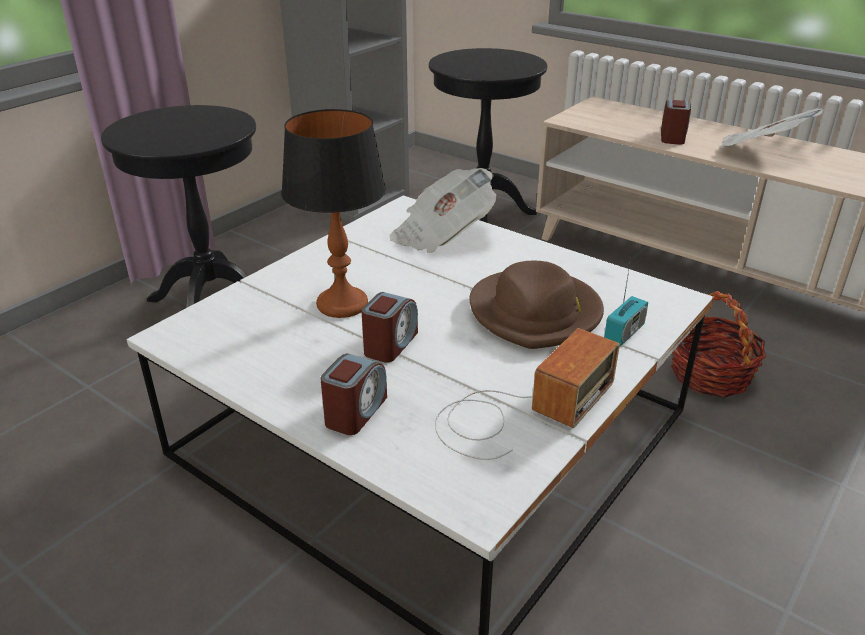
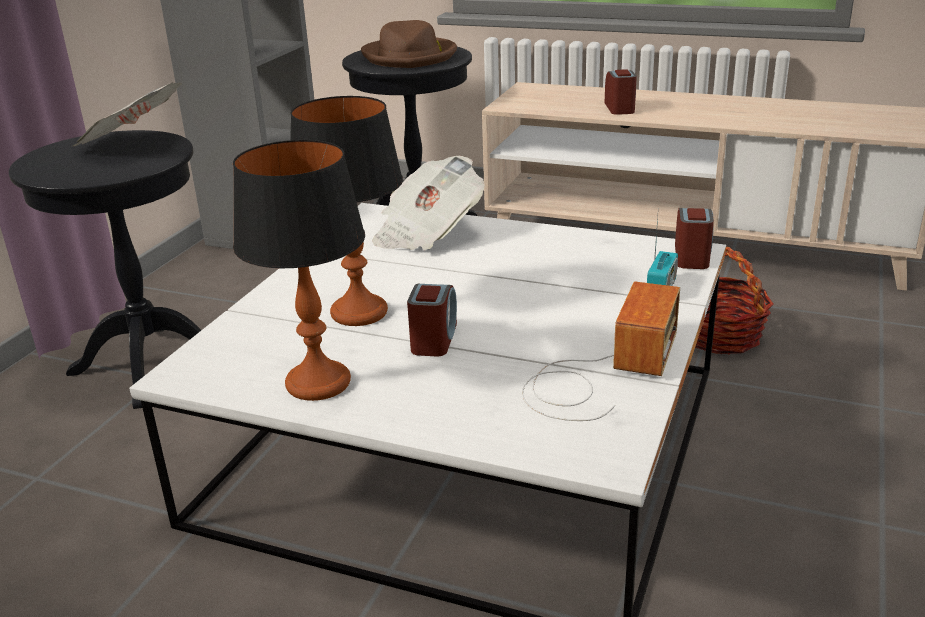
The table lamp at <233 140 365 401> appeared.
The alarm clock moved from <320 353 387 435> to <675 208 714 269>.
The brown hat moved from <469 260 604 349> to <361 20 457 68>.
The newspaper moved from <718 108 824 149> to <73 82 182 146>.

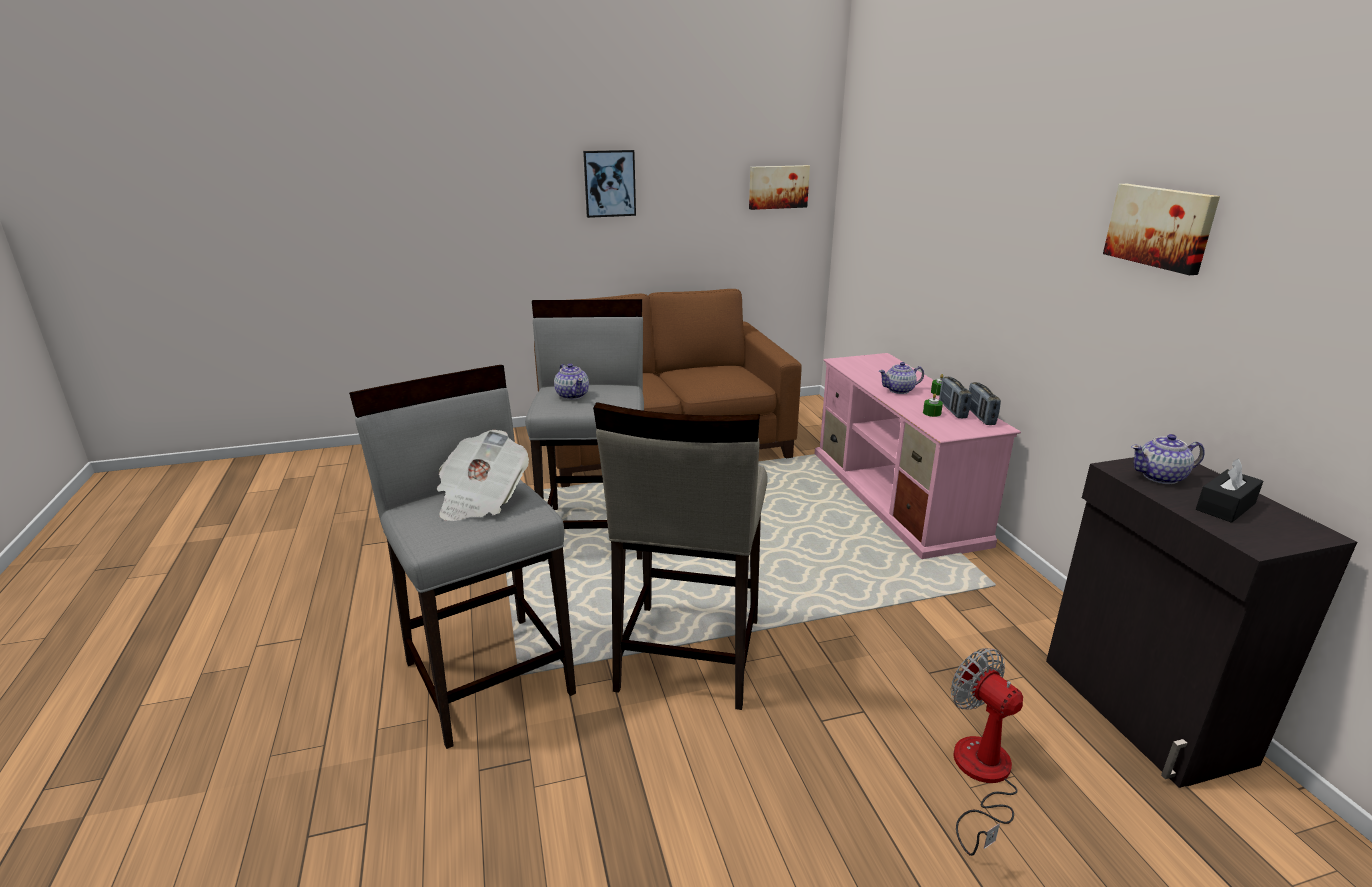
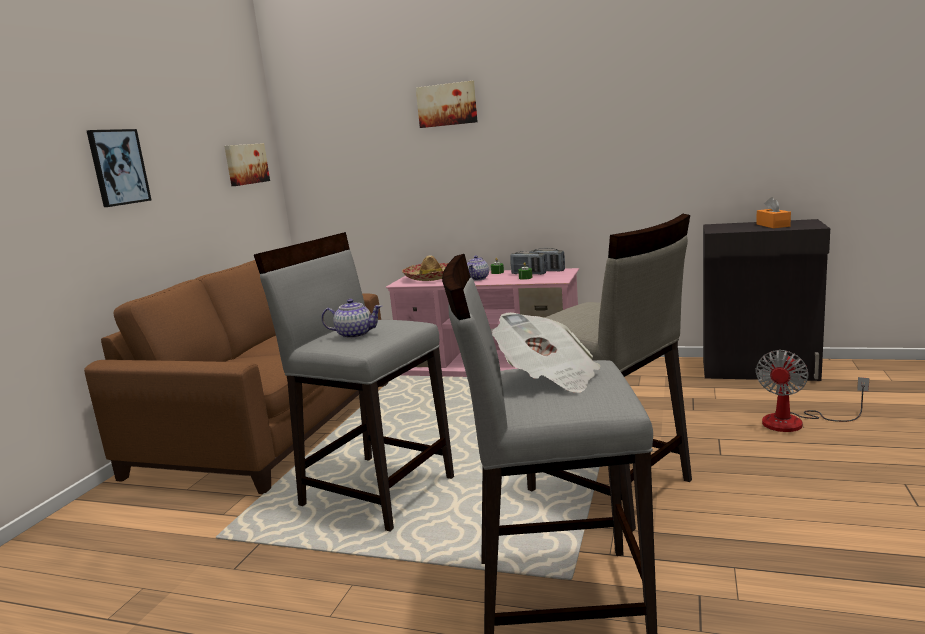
The teapot at <1131 434 1205 484> disappeared.
The hat at <402 255 448 281> appeared.
The picture moved from <1103 184 1220 275> to <416 81 478 128>.
The black tissue box at <1196 458 1263 523> became the orange tissue box at <756 197 791 228>.
The fan at <951 648 1023 856> turned 60 degrees counterclockwise.

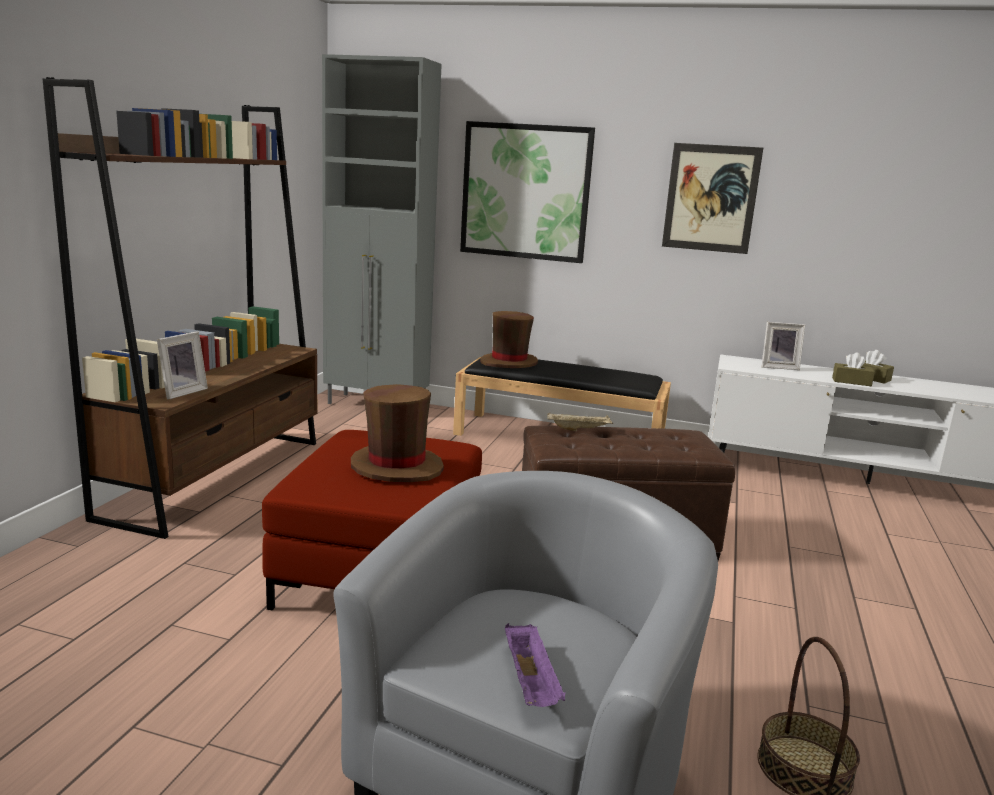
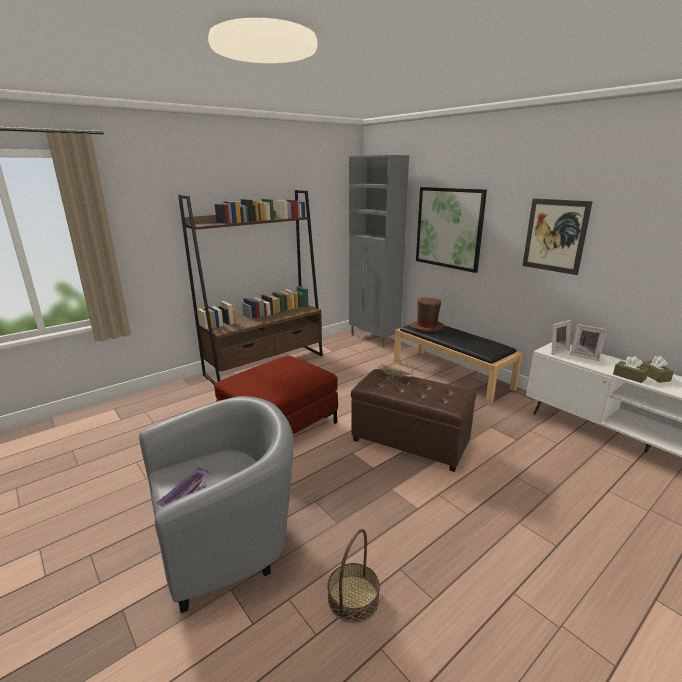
The brown hat at <351 384 444 482> disappeared.
The picture frame moved from <157 331 208 400> to <551 320 571 355>.

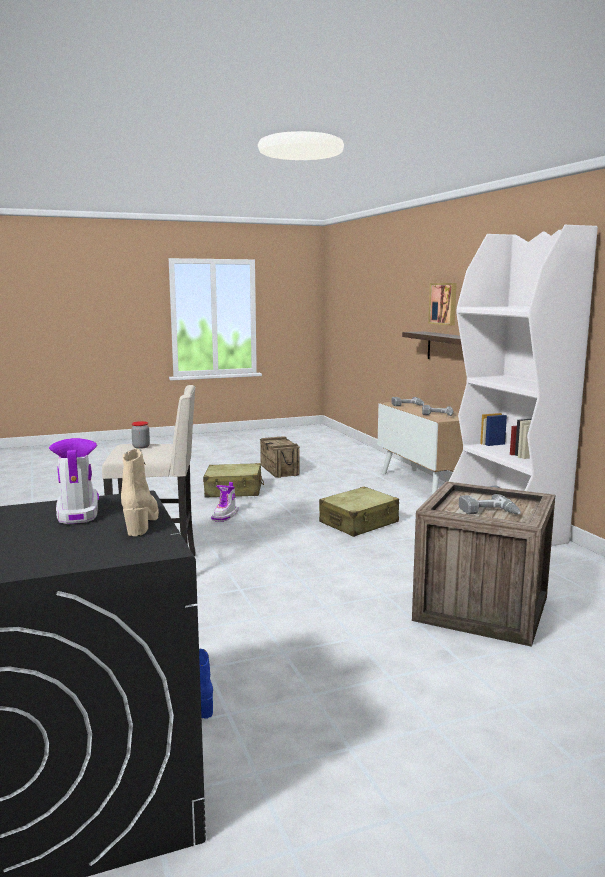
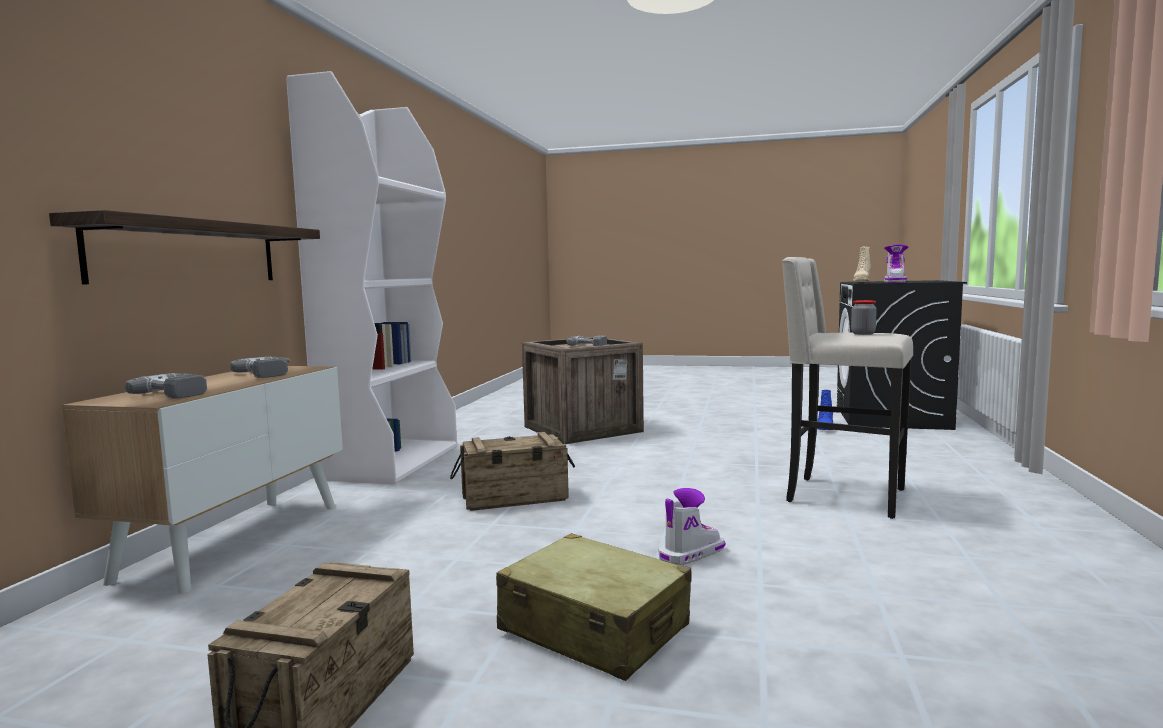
The picture at <428 283 457 326> disappeared.
The beige suitcase at <319 487 399 537> was replaced by the crate at <450 432 575 511>.

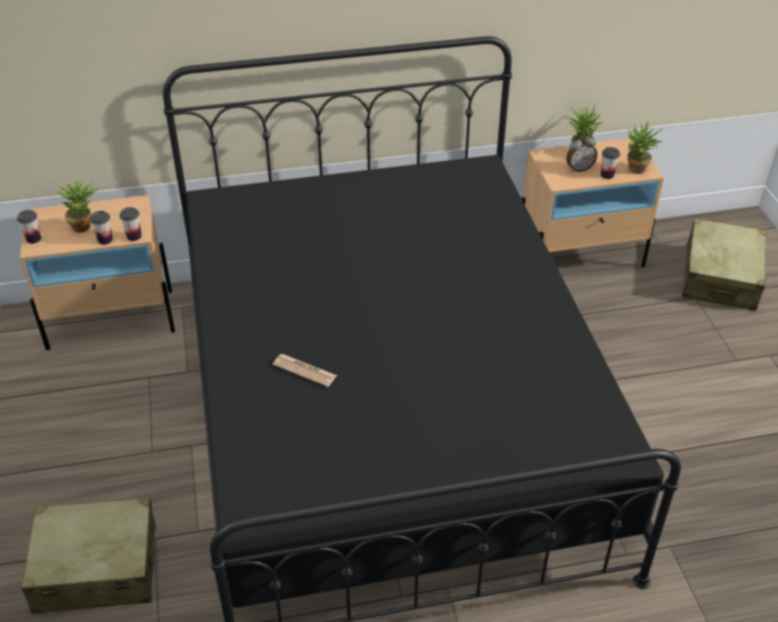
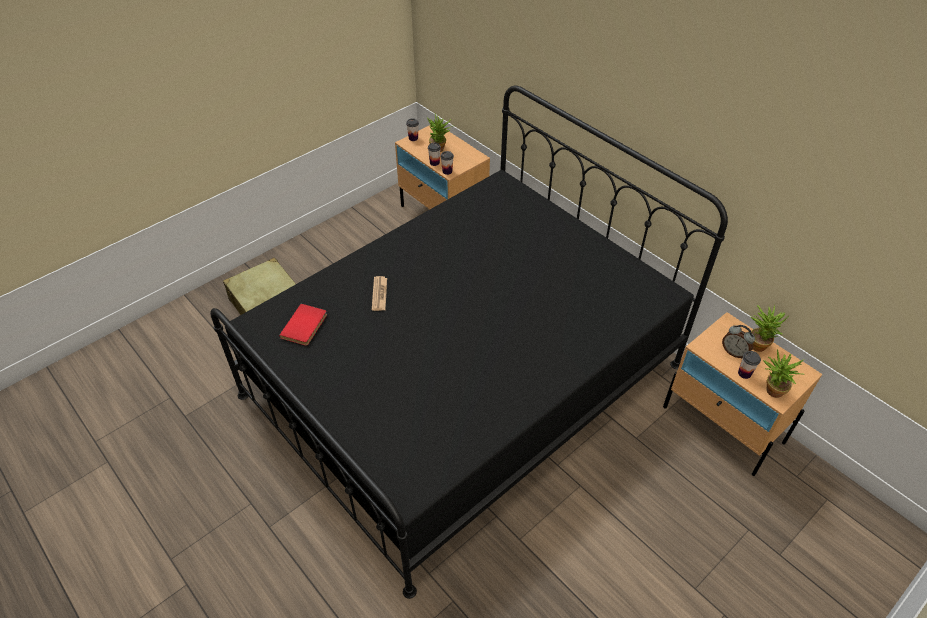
The beige suitcase at <682 218 767 311> disappeared.
The red book at <279 304 327 346> appeared.

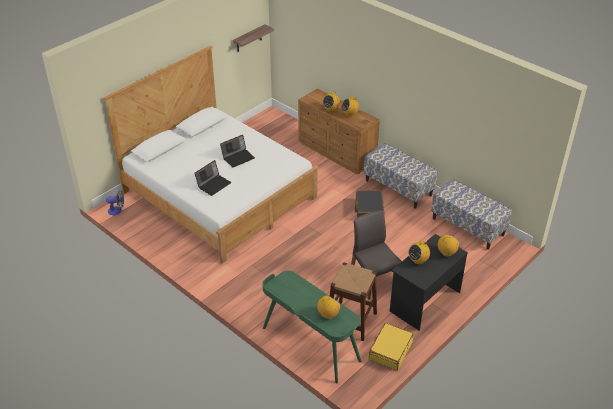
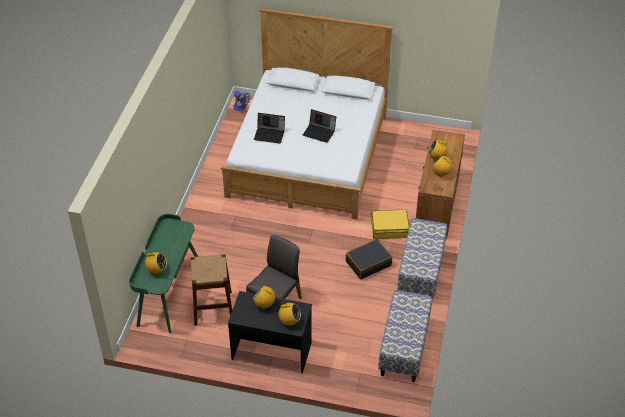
The shelf at <233 24 274 52> disappeared.
The yellow suitcase moved from <369 323 414 371> to <371 209 409 239>.

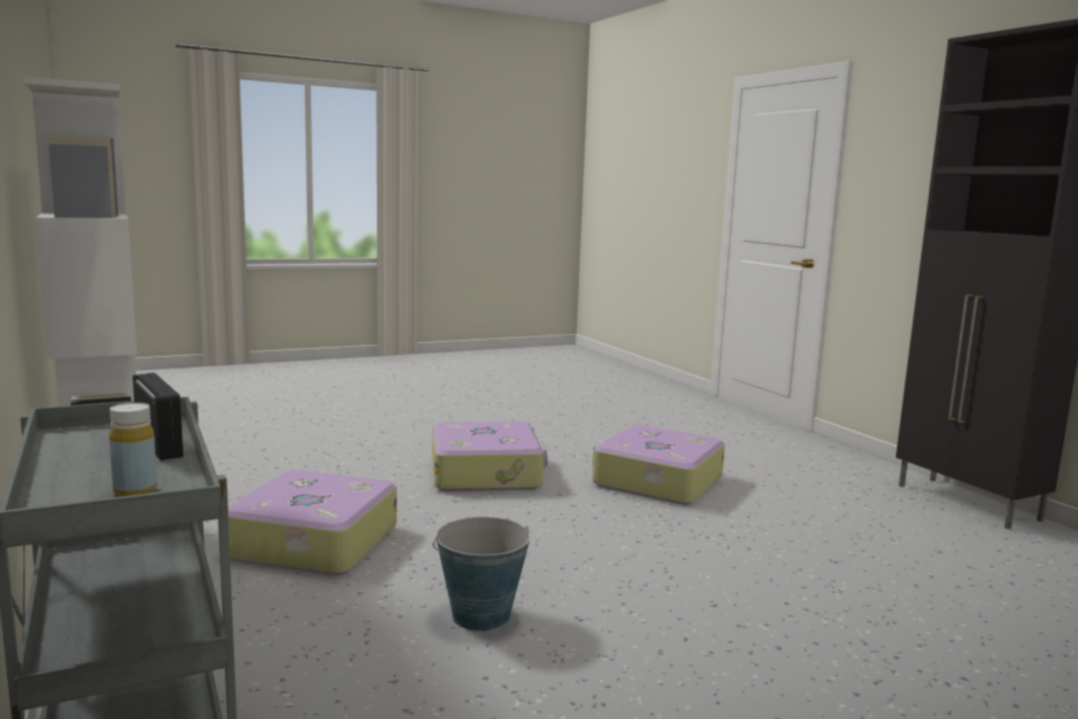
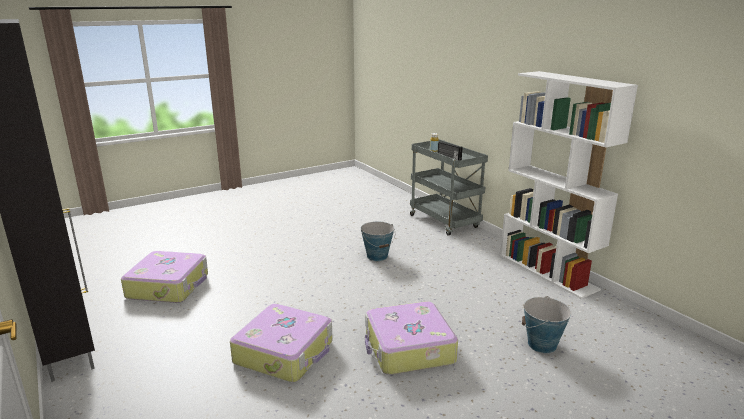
The bucket at <522 296 571 353> appeared.
The suitcase moved from <228 470 397 575> to <121 251 208 303>.

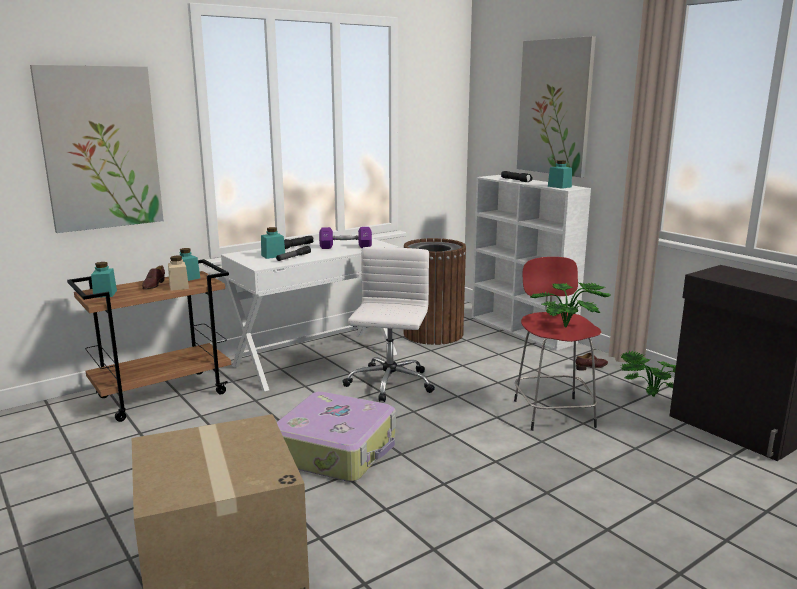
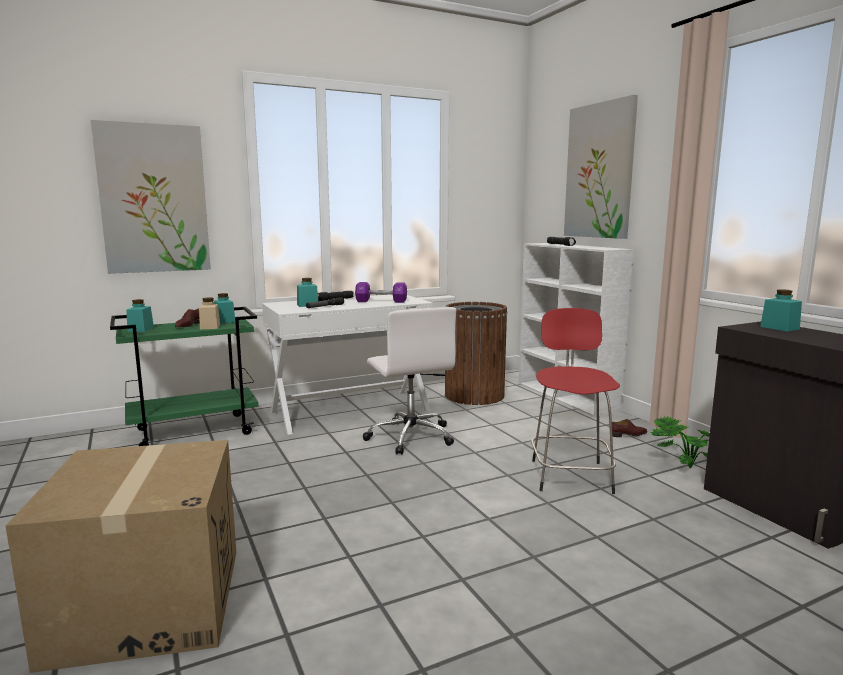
The suitcase at <277 391 396 482> disappeared.
The potted plant at <531 283 611 328> disappeared.
The turquoise jar moved from <548 160 572 189> to <760 289 802 331>.
The brown cart at <67 259 231 422> became the green cart at <110 307 259 446>.
The white office chair at <342 247 435 402> turned 135 degrees clockwise.

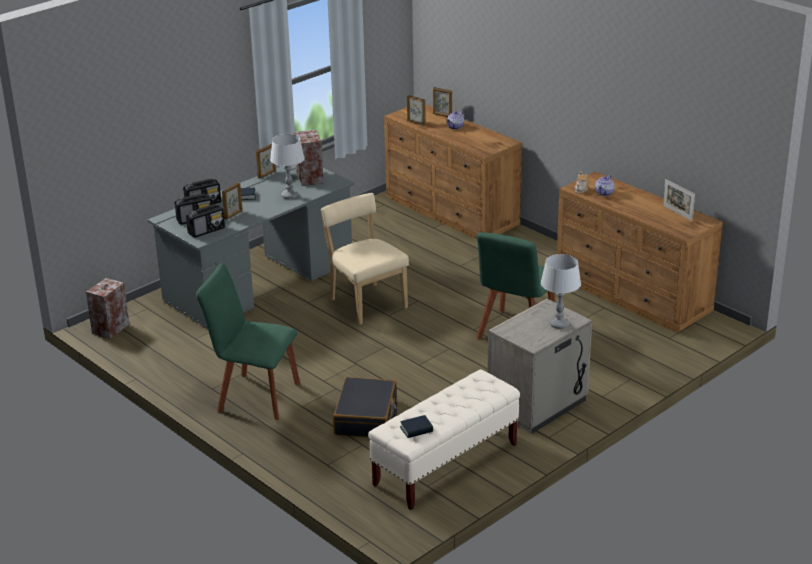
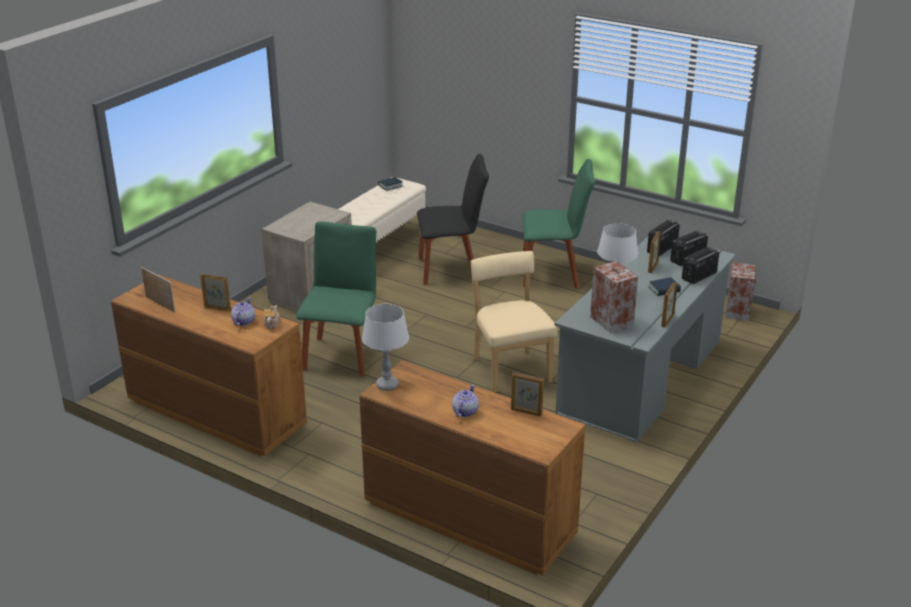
The picture frame moved from <433 87 452 117> to <200 274 231 312>.
The grey table lamp moved from <541 254 581 329> to <362 304 409 391>.
The black suitcase at <333 377 397 437> was replaced by the black chair at <417 154 489 285>.
The beige chair at <320 193 409 325> turned 150 degrees counterclockwise.

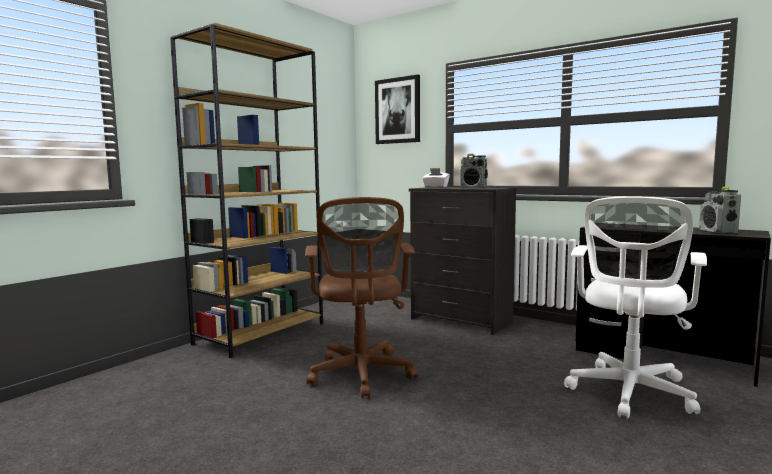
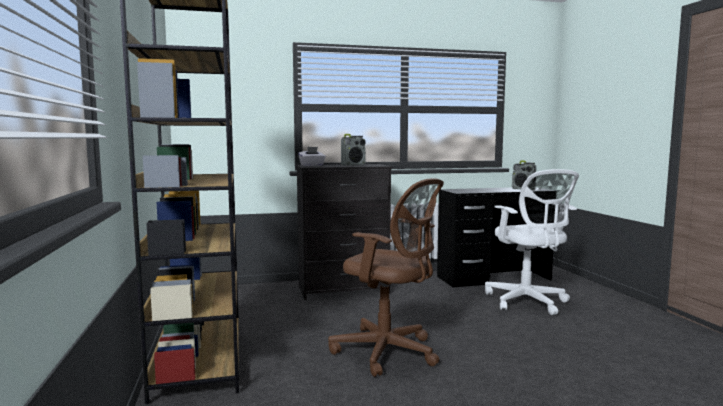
The picture at <375 75 420 144> disappeared.

